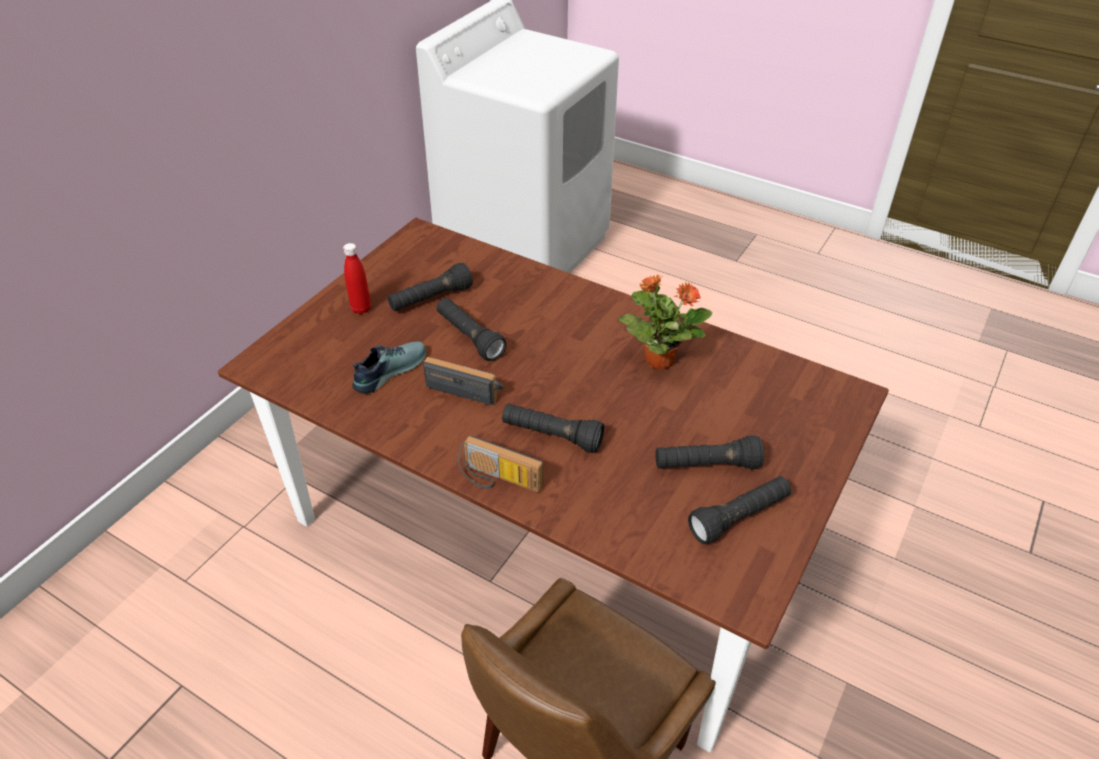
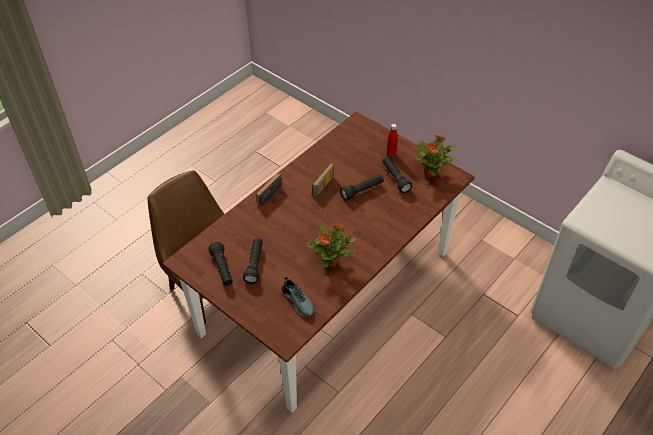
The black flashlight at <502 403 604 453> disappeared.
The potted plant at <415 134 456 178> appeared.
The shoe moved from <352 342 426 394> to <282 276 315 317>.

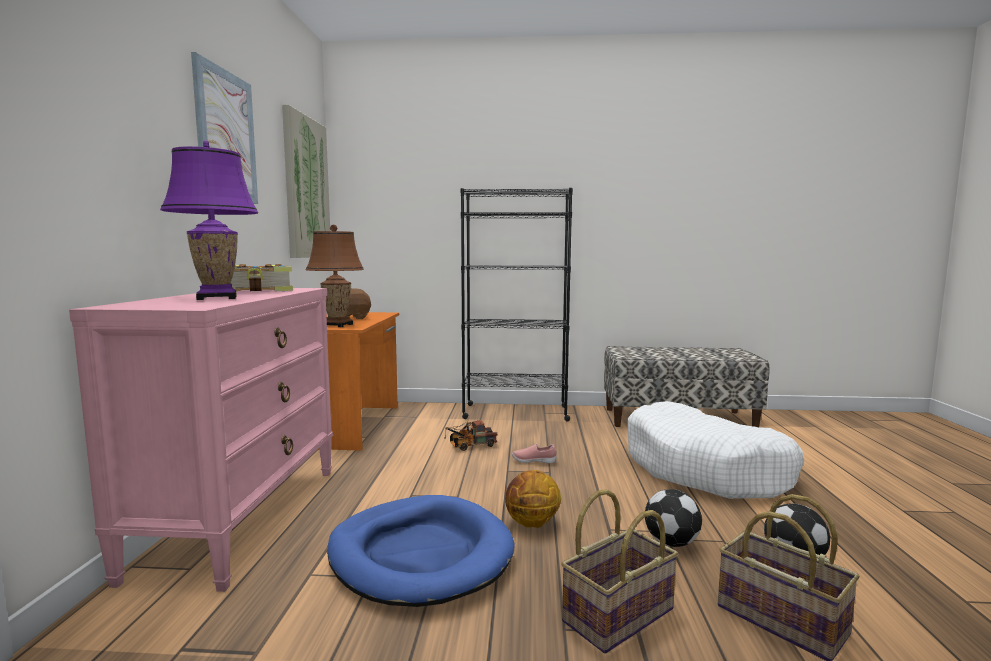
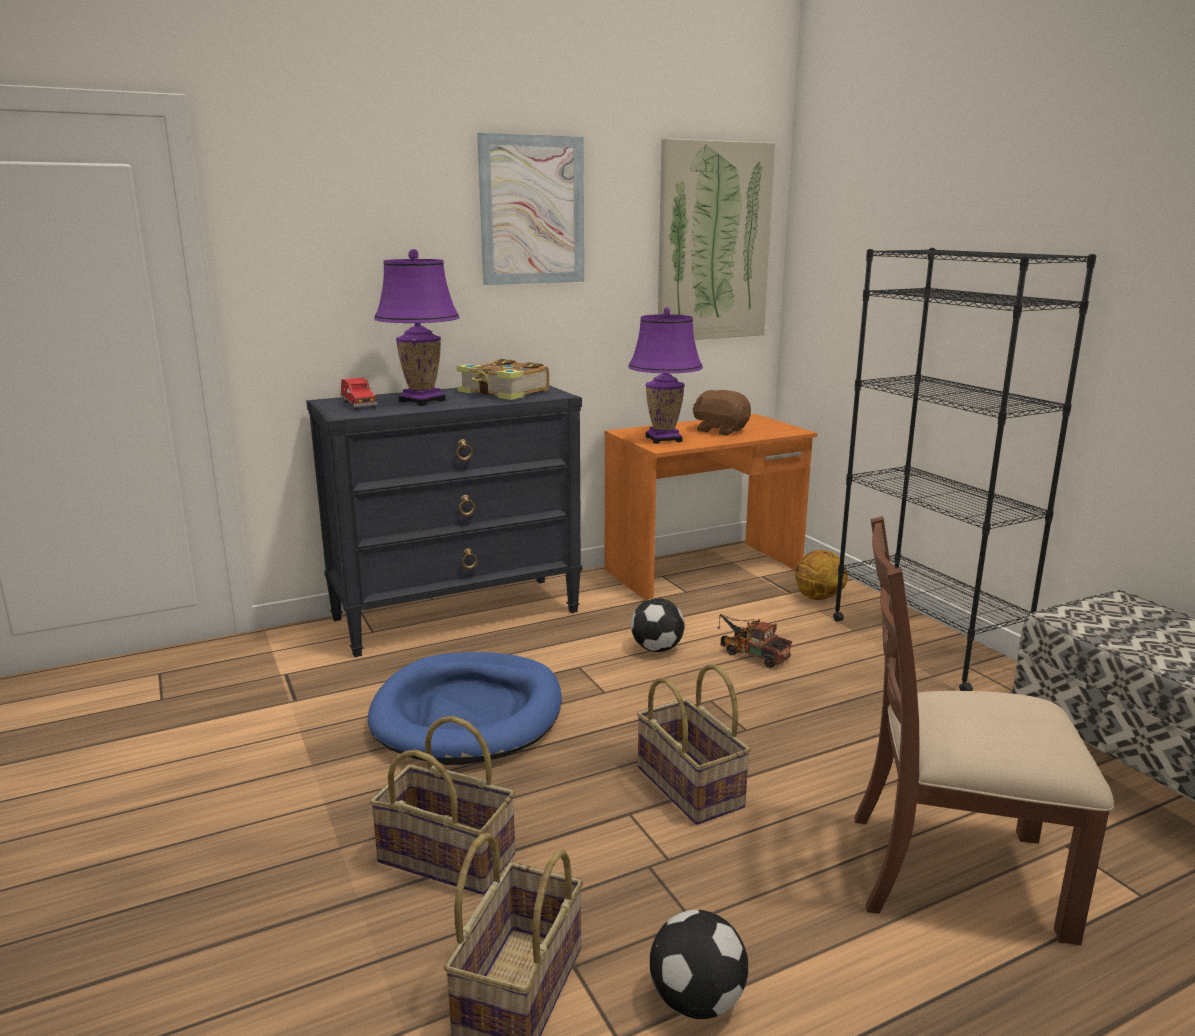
The pink shoe at <512 444 556 464> disappeared.
The red toy car at <340 377 377 410> appeared.
The basket at <637 664 751 825> appeared.
The basketball moved from <505 470 561 528> to <795 550 848 600>.
The football moved from <645 489 702 547> to <631 598 685 652>.
The white dog bed at <627 401 804 499> was replaced by the brown chair at <854 516 1114 945>.
The pink dresser at <69 288 333 592> became the black dresser at <306 385 582 657>.
The brown table lamp at <306 225 364 327> became the purple table lamp at <628 307 703 444>.

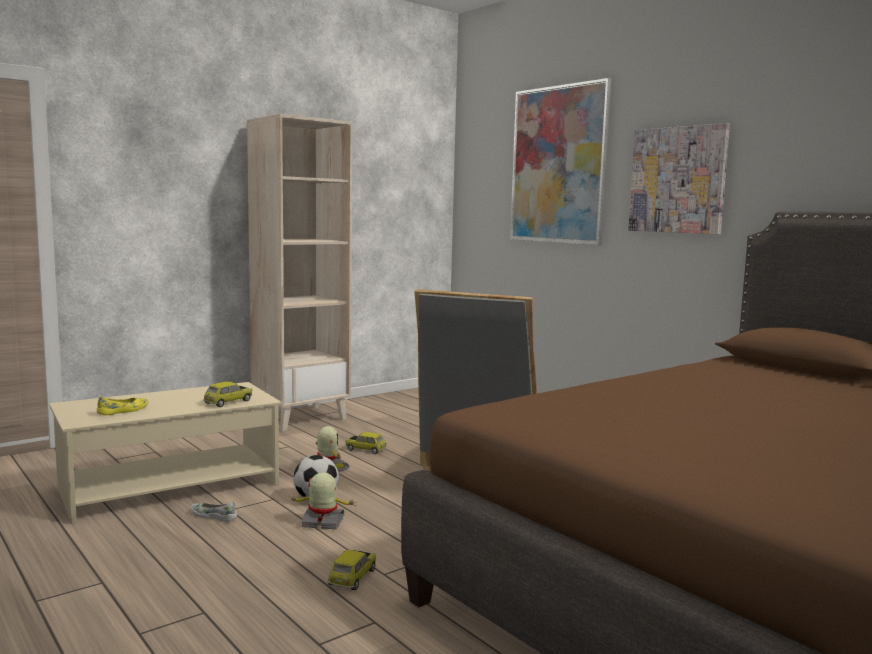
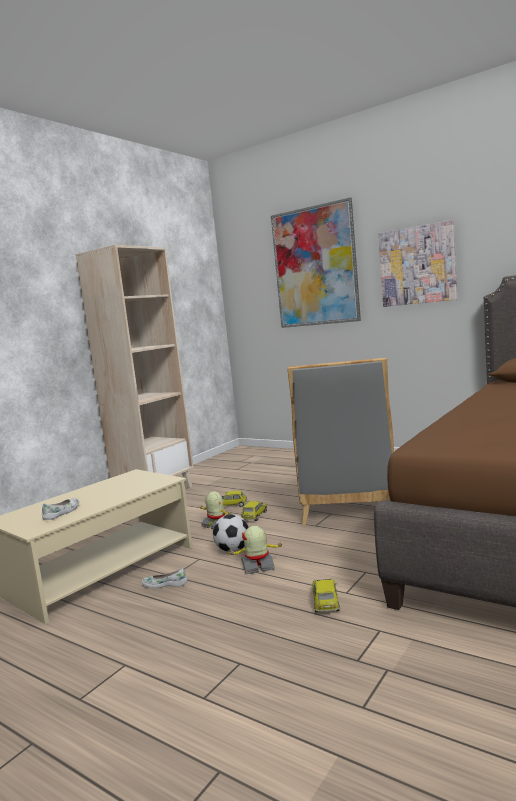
The toy car moved from <203 382 252 407> to <241 501 267 521>.
The yellow shoe at <97 396 148 415> became the white shoe at <42 498 79 520>.

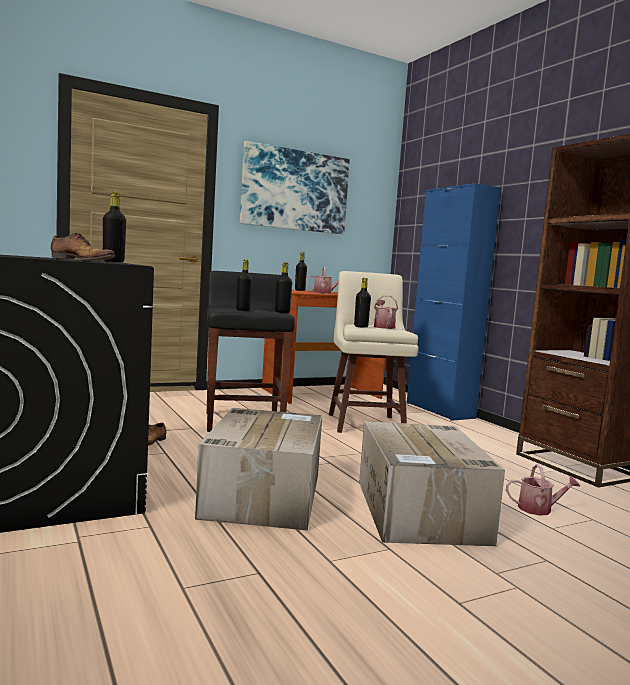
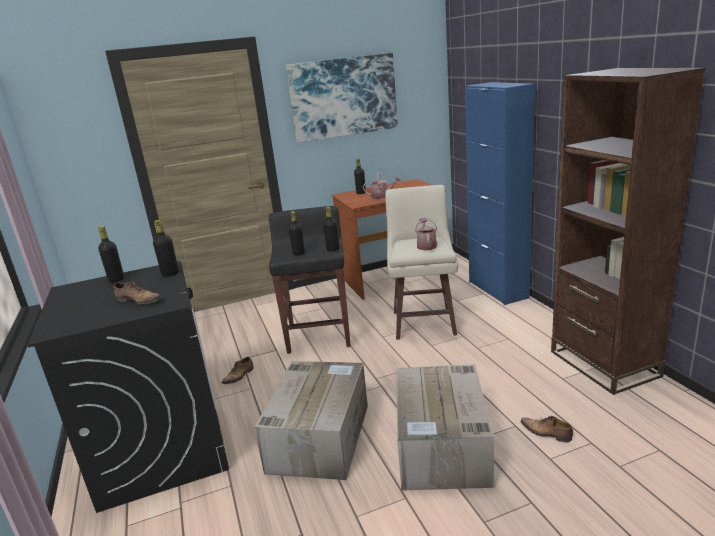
The black bottle moved from <354 278 371 328> to <98 226 124 283>.
The watering can at <506 464 581 516> was replaced by the shoe at <521 416 573 443>.

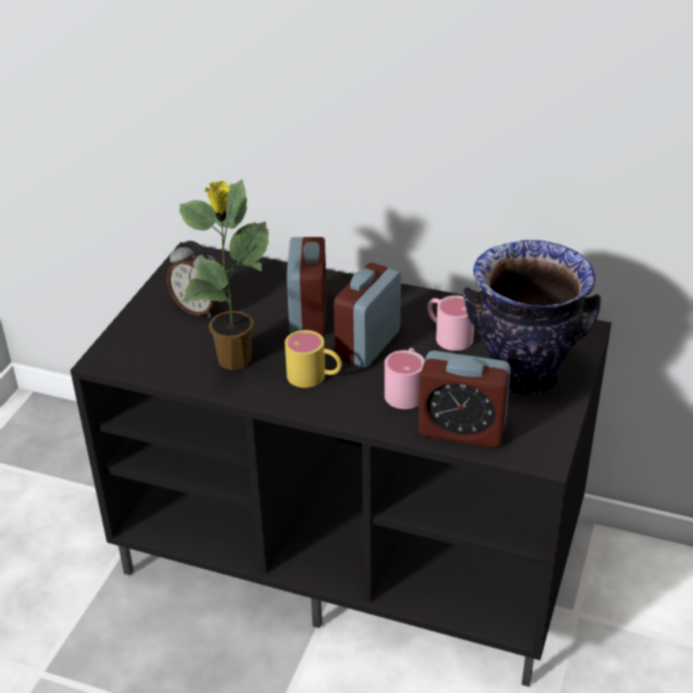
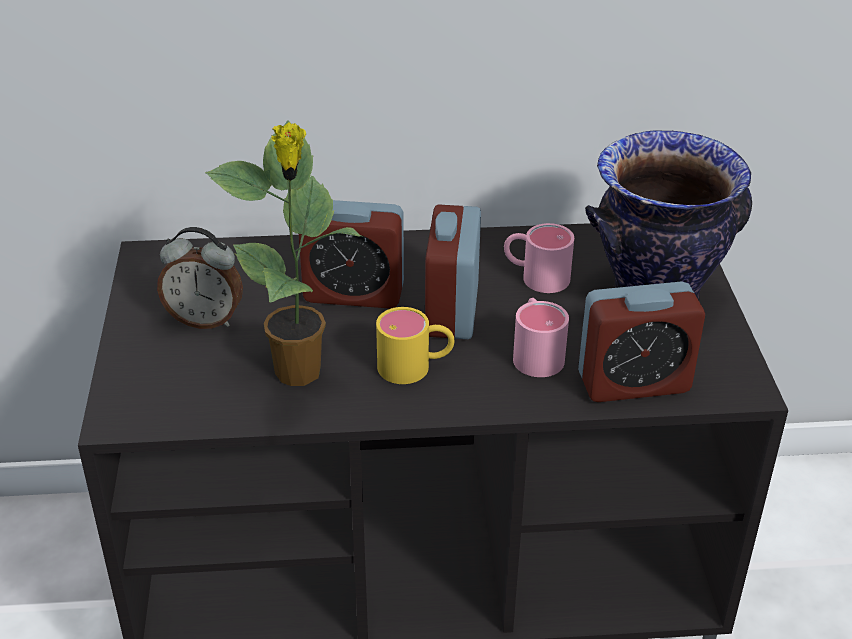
The alarm clock at <287 237 327 335> turned 120 degrees clockwise.

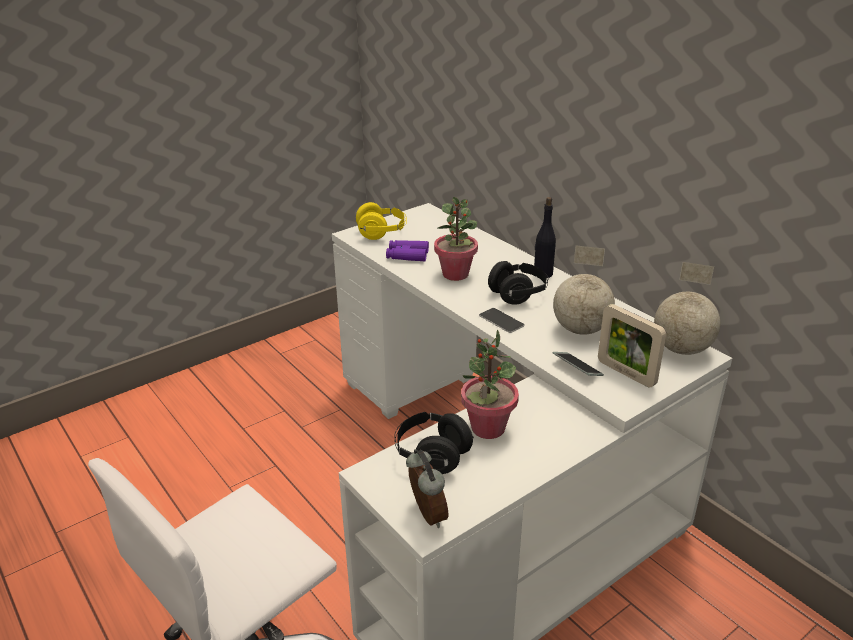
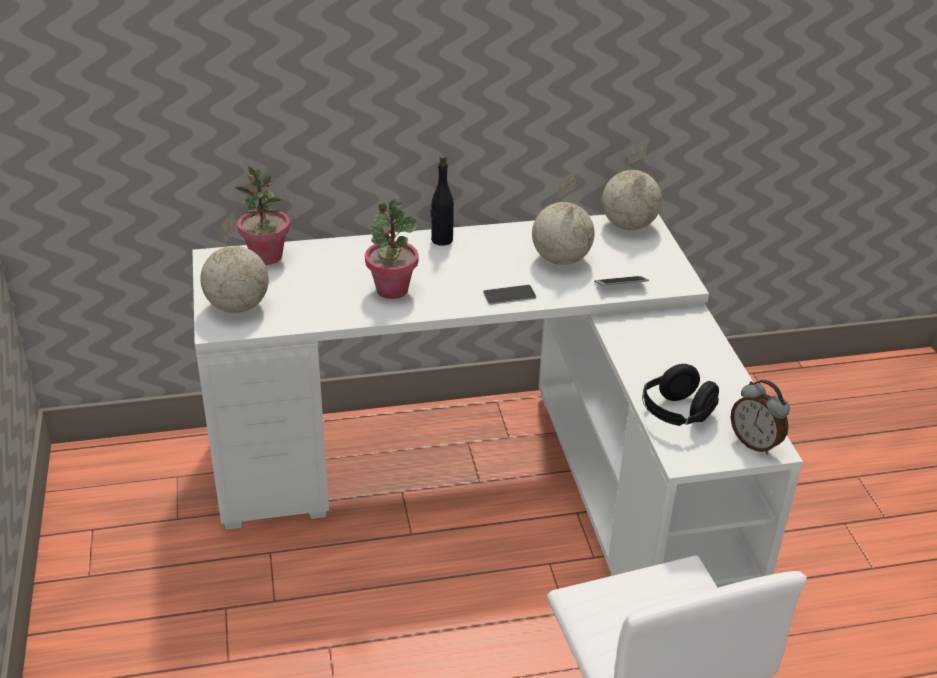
The purple binoculars at <386 240 429 261> disappeared.
The black headphones at <488 261 548 305> disappeared.
The picture frame at <598 304 666 388> disappeared.
The potted plant moved from <461 330 519 439> to <235 166 290 265>.
The yellow headphones at <356 202 407 240> was replaced by the globe at <200 211 269 313>.
The alarm clock at <406 449 448 528> turned 135 degrees counterclockwise.

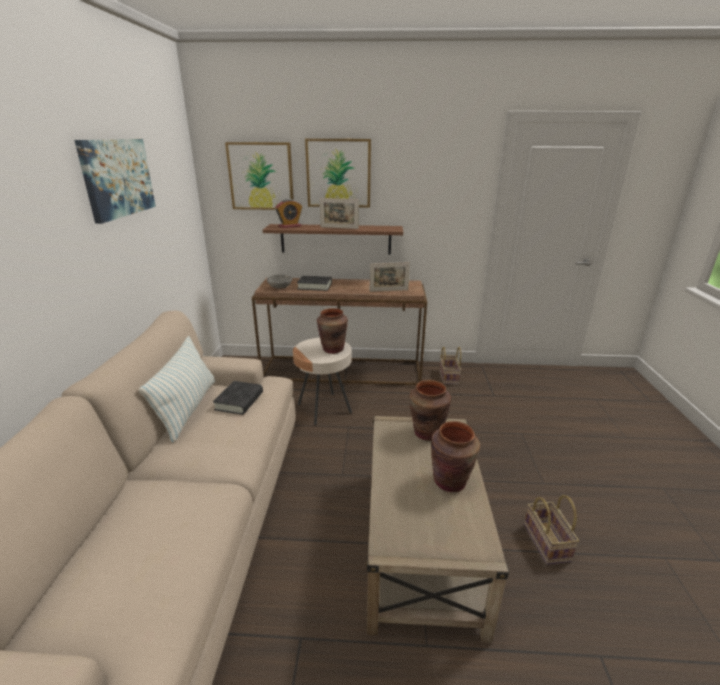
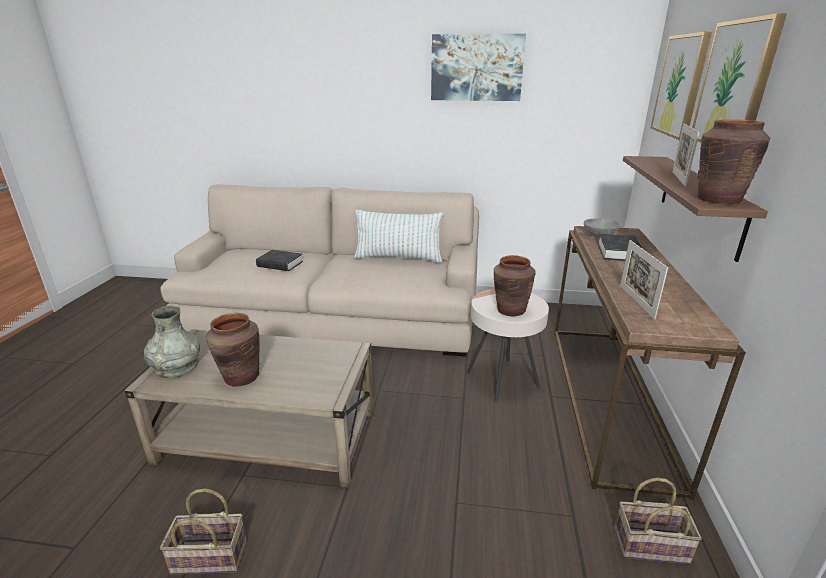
The alarm clock at <275 199 302 228> disappeared.
The grey vase at <144 306 200 378> appeared.
The black book moved from <213 381 263 415> to <256 250 303 271>.
The brown vase moved from <410 380 451 441> to <697 119 770 204>.

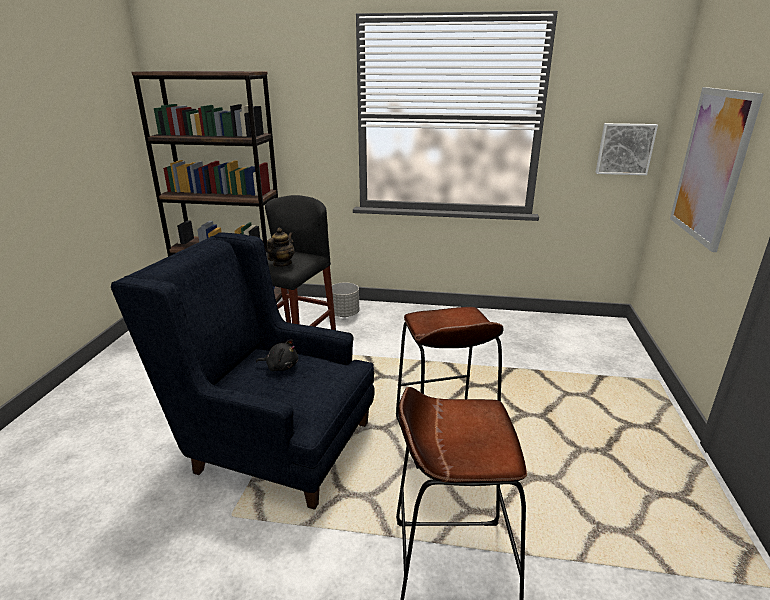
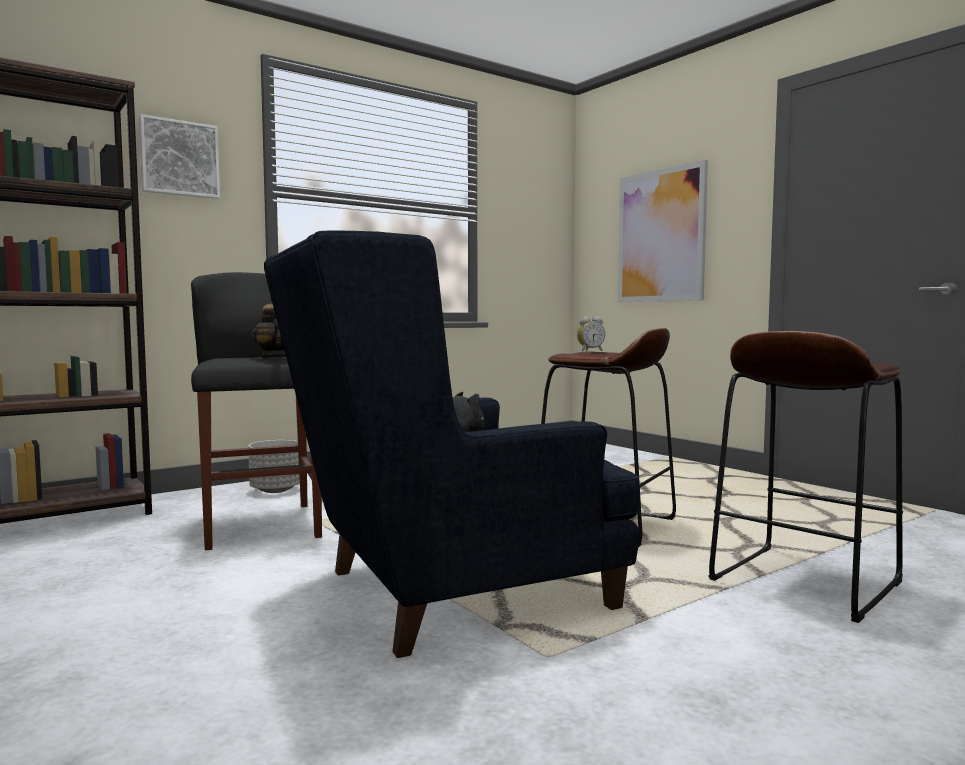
The alarm clock at <577 317 605 351> appeared.
The picture moved from <595 123 658 175> to <139 114 220 199>.

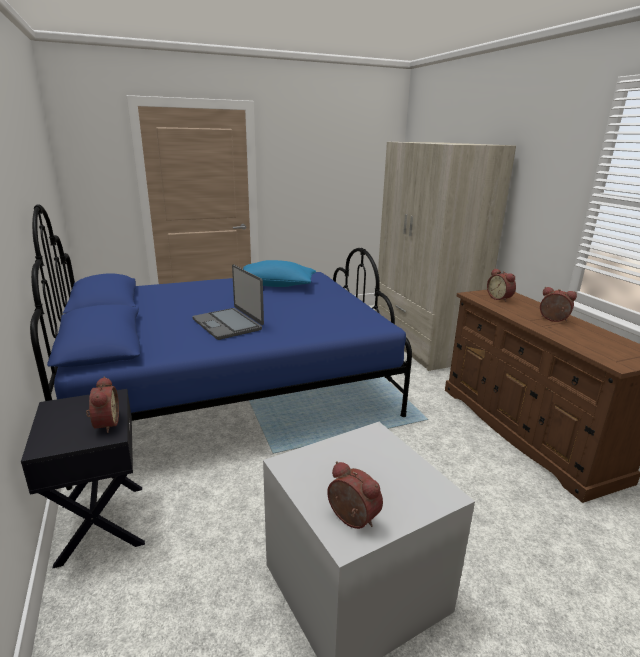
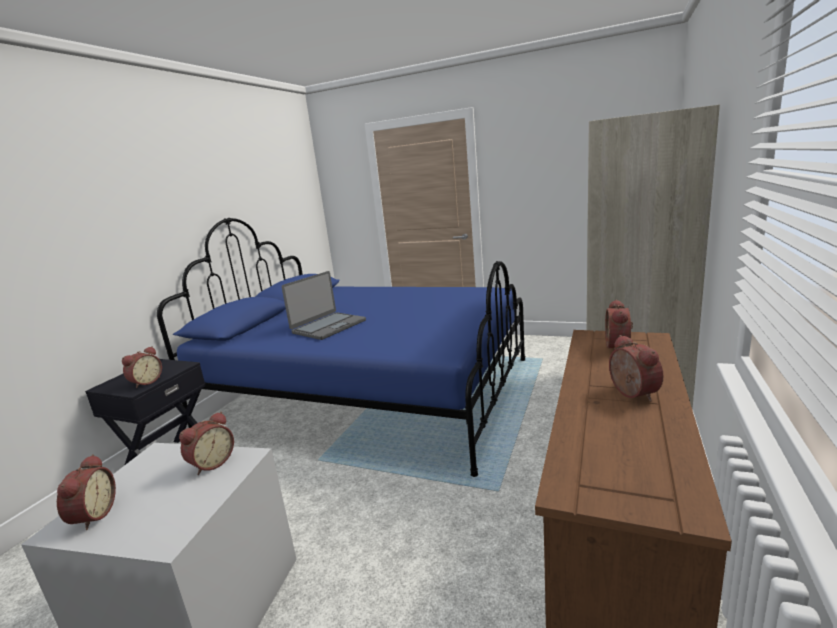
The blue pillow at <243 260 316 287> disappeared.
The alarm clock at <179 412 234 475> appeared.
The laptop at <192 264 264 340> turned 150 degrees counterclockwise.

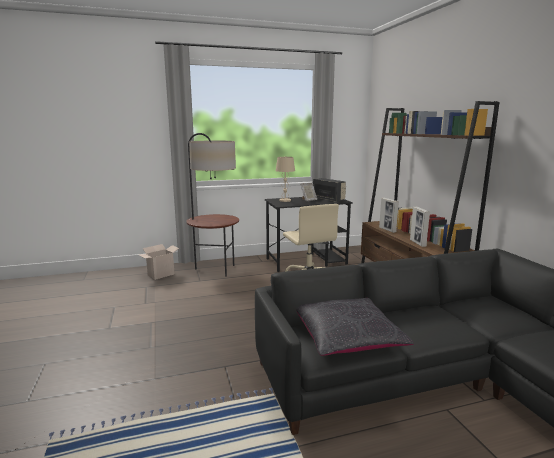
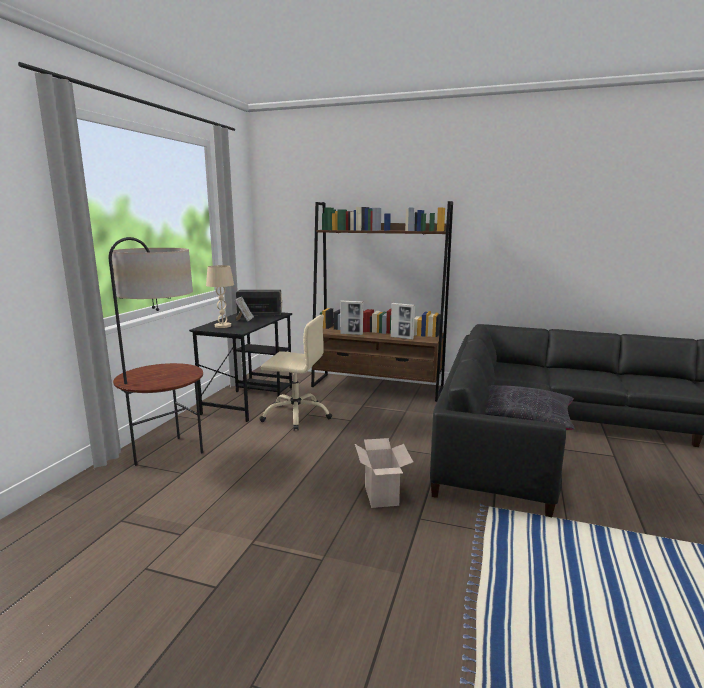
The cardboard box moved from <139 244 179 280> to <355 438 413 508>.

